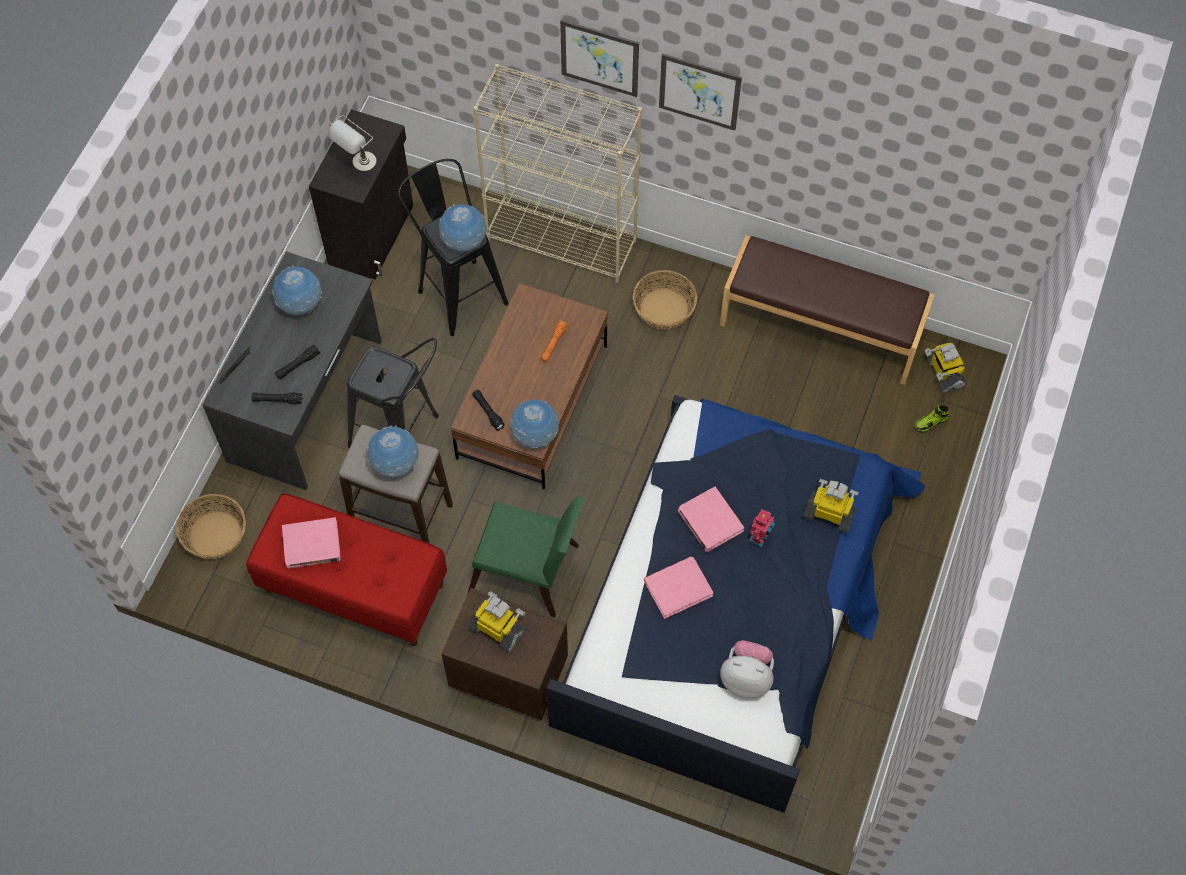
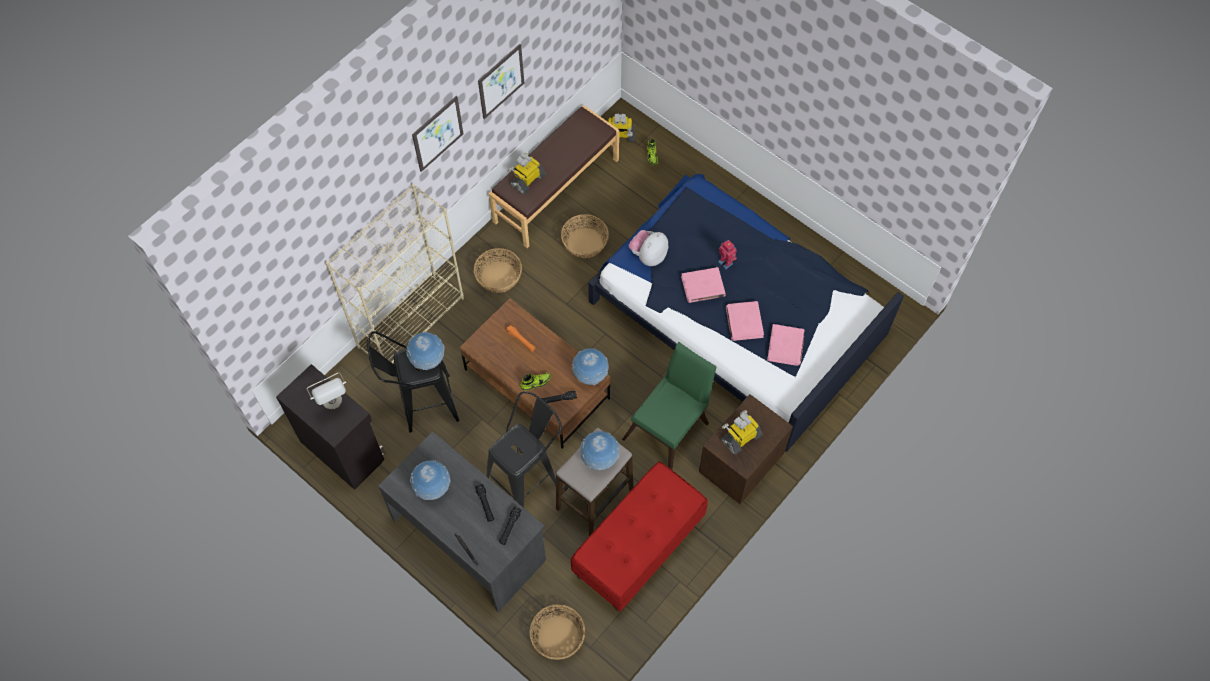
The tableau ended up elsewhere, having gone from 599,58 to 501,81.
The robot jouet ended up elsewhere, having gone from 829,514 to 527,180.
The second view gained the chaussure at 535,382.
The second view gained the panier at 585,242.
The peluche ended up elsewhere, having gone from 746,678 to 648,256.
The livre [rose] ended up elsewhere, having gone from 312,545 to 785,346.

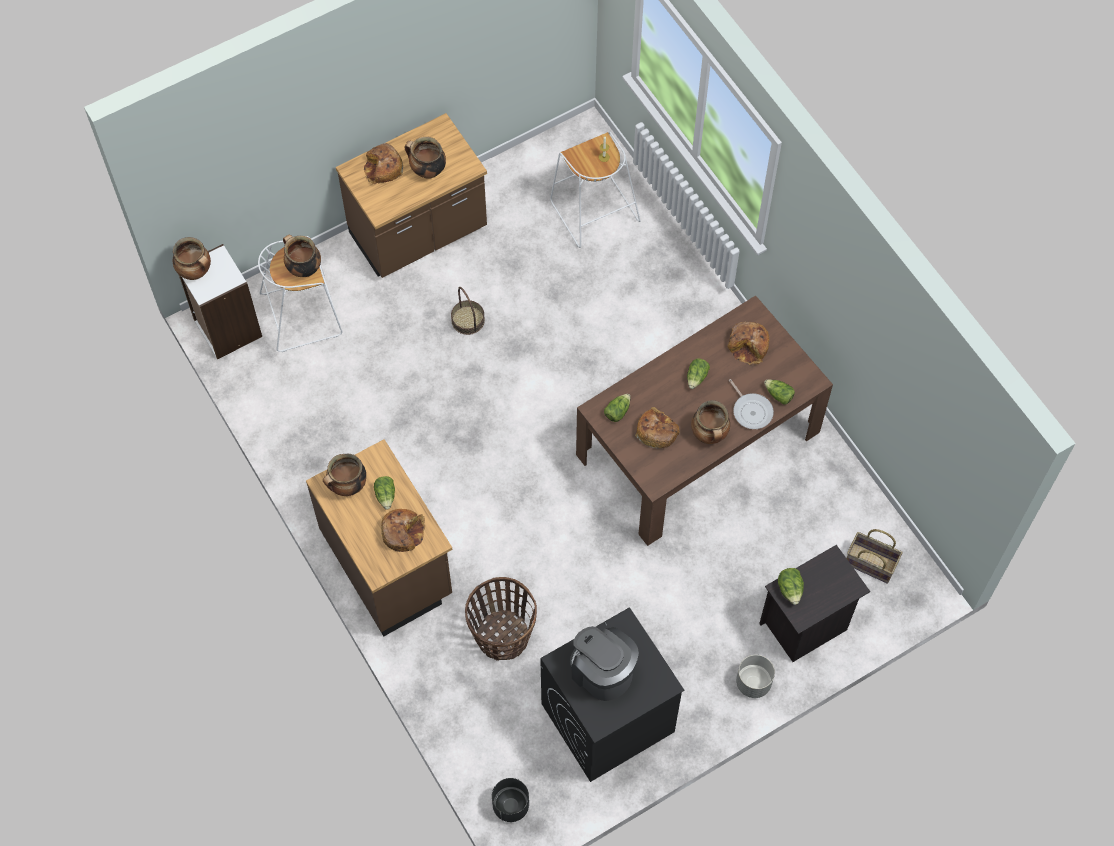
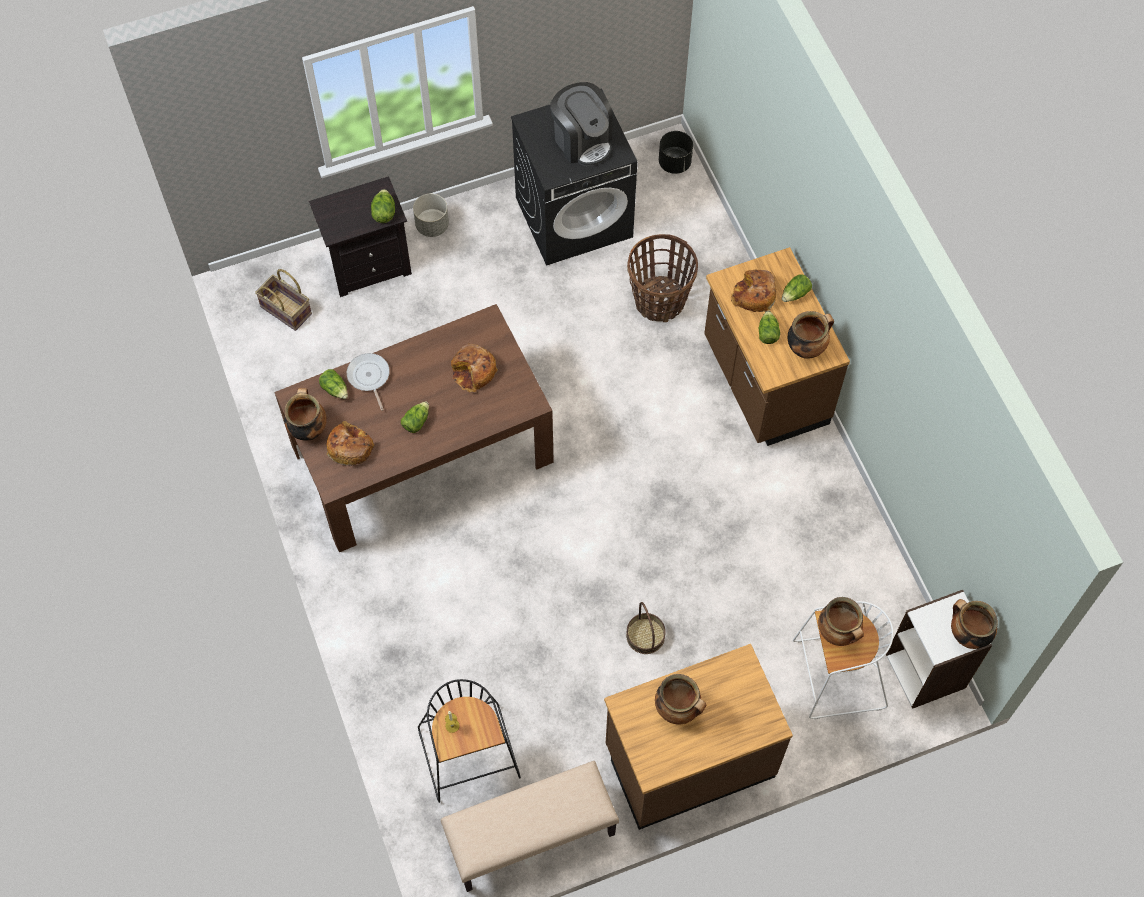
The marmite ended up elsewhere, having gone from 709,434 to 308,429.
What was the tabouret [blanc] at 593,211 turned into the tabouret [noir] at 470,755.
The second view gained the banc [beige] at 530,837.
The laitue ended up elsewhere, having gone from 617,411 to 795,294.
The second view lost the pain at 383,168.

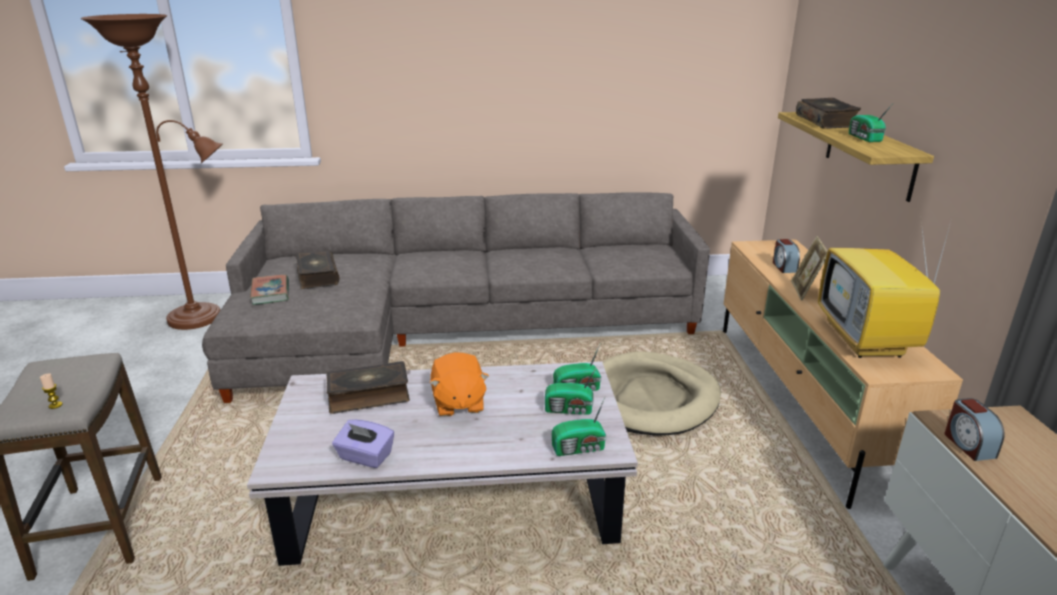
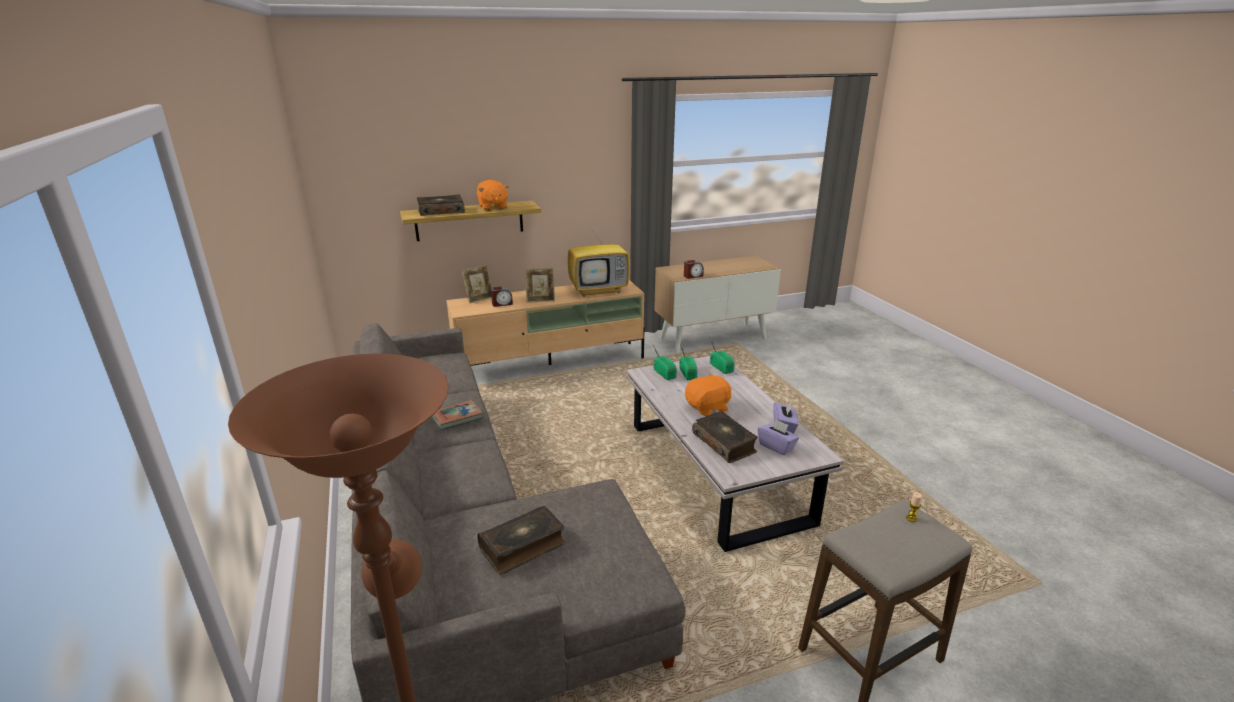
The livre ended up elsewhere, having gone from 270,293 to 457,418.
The second view gained the cadre photo at 479,299.
Where the radio stood at 864,138, the peluche [orange] came to stand at 492,207.
The second view gained the boîte à mouchoirs [violet] at 776,446.
The second view lost the panier pour chien [beige] at 650,398.

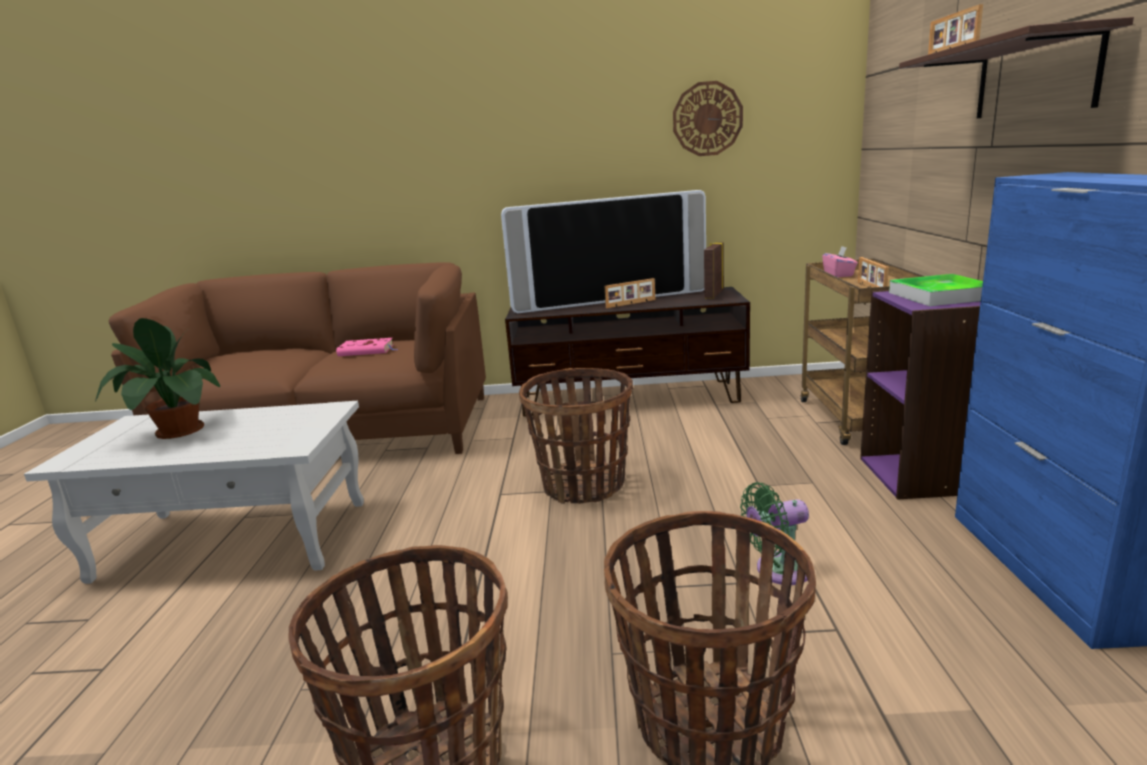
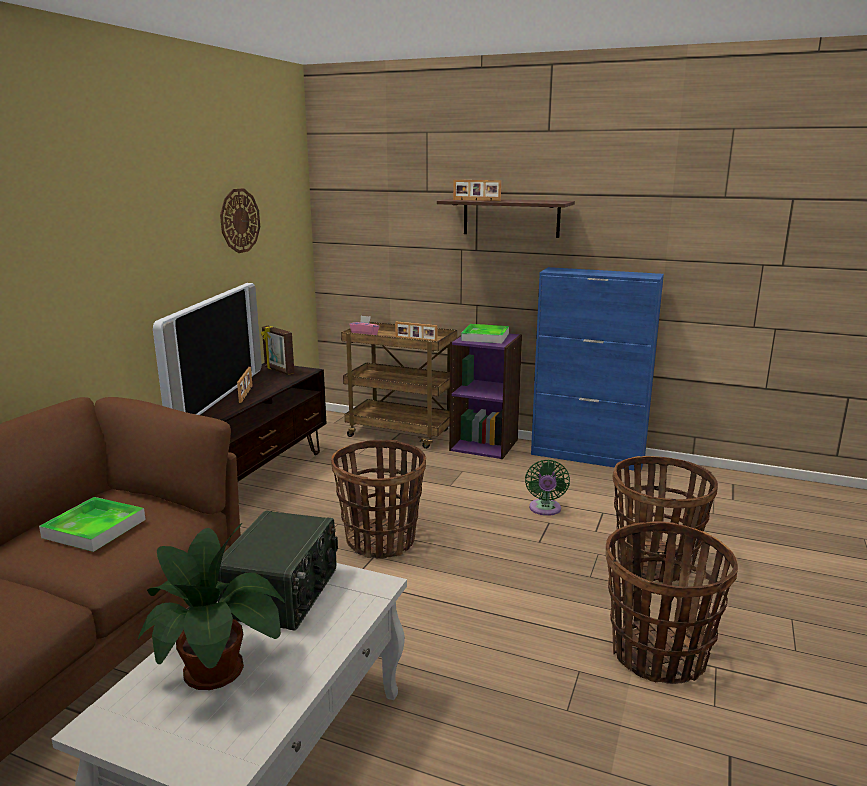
Where the livre [rose] stood at 368,351, the plateau came to stand at 94,528.
The second view gained the radio at 283,594.

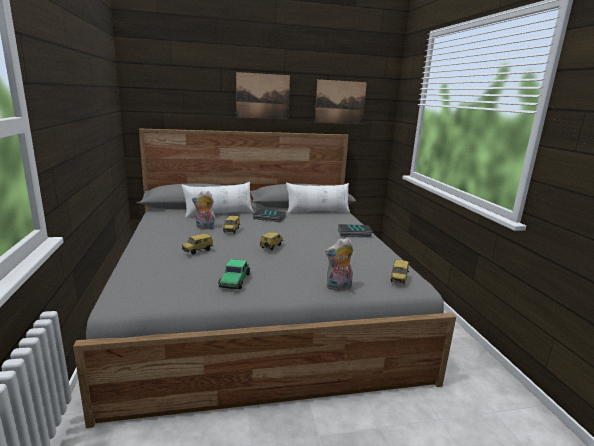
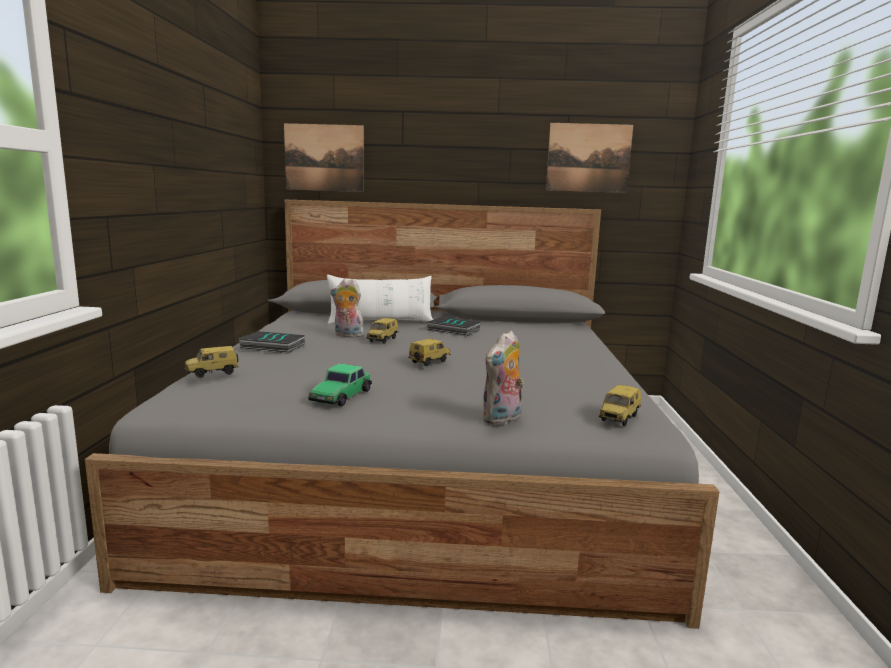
The petite voiture ended up elsewhere, having gone from 198,251 to 212,374.
The livre ended up elsewhere, having gone from 354,233 to 271,347.
The tableau ended up elsewhere, having gone from 262,96 to 324,157.
The peluche at 338,287 ended up facing another way, 45 degrees counterclockwise from before.
The second view lost the coussin [blanc] at 317,211.

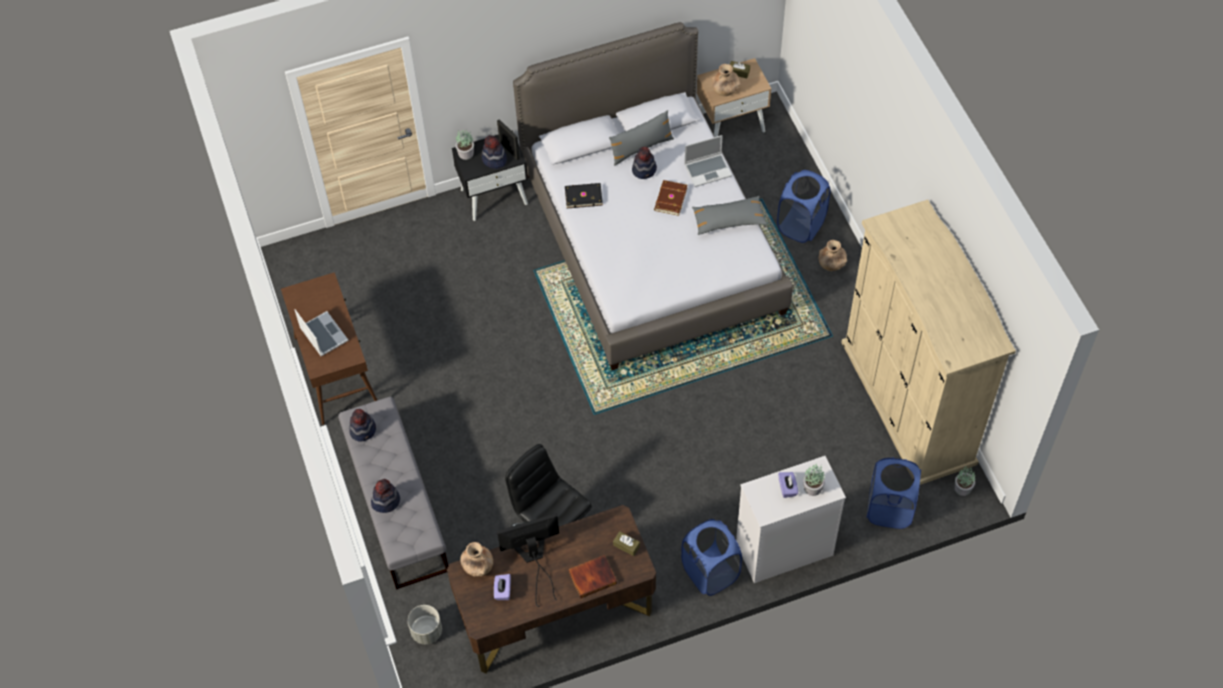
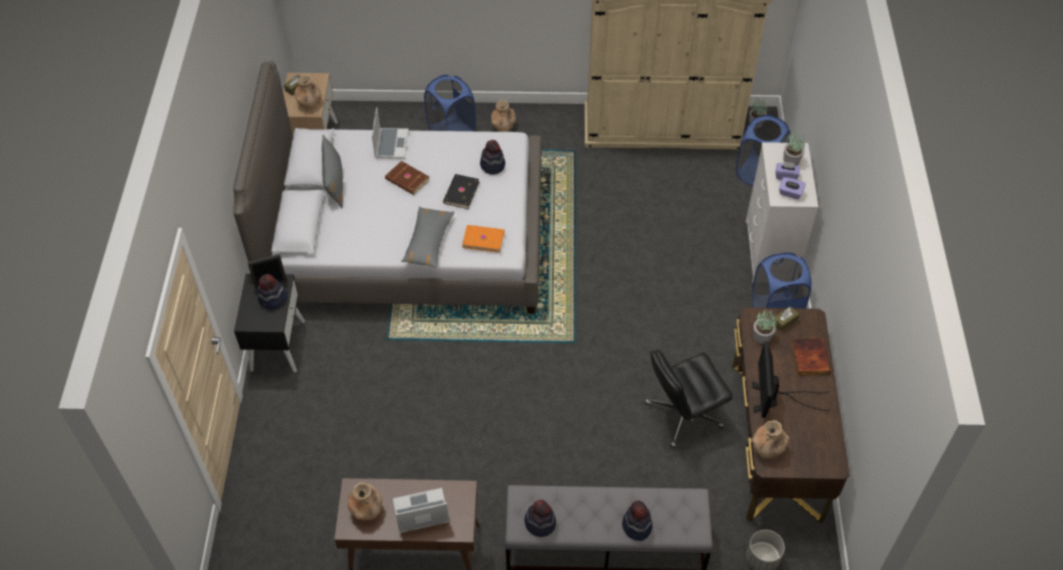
The second view gained the vase [marron] at 366,510.
The coussin [gris] ended up elsewhere, having gone from 728,220 to 428,242.
The livre [noir] ended up elsewhere, having gone from 583,196 to 460,192.
The second view gained the livre [orange] at 483,239.
The chapeau ended up elsewhere, having gone from 644,170 to 492,165.
The plante en pot ended up elsewhere, having gone from 466,154 to 762,336.
The boîte à mouchoirs [violet] ended up elsewhere, having gone from 502,591 to 790,193.

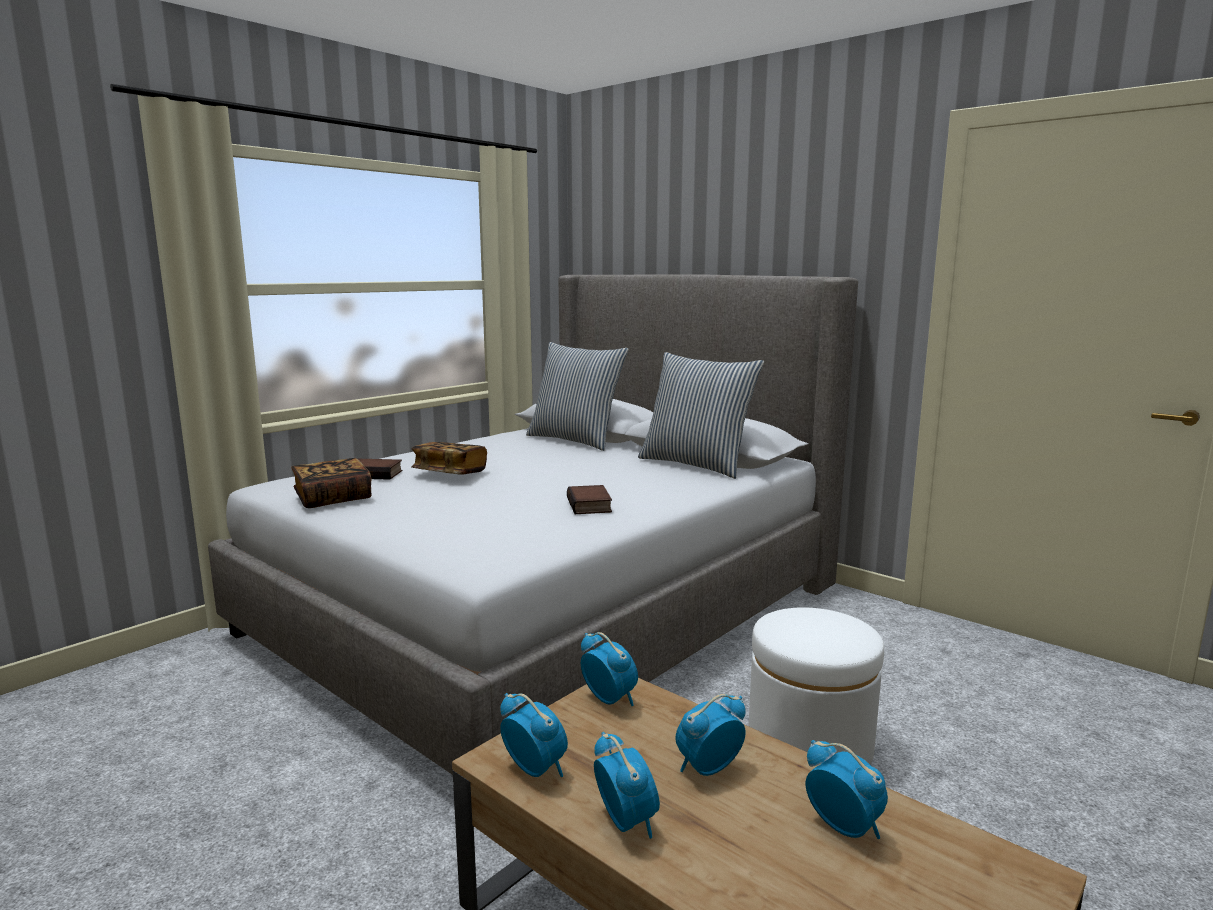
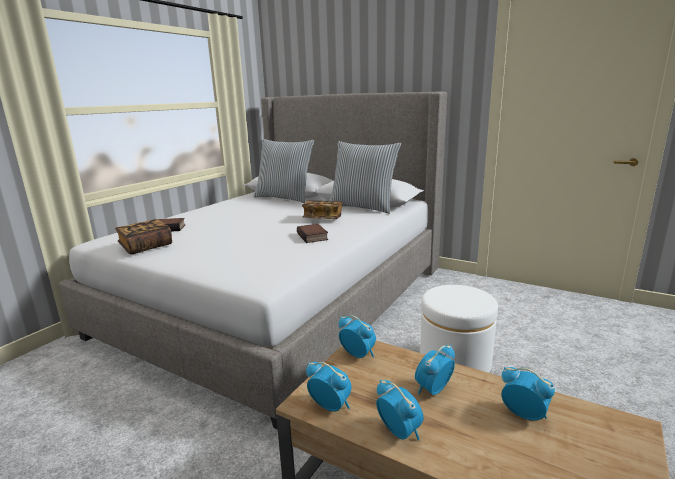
The livre ended up elsewhere, having gone from 450,473 to 322,219.

